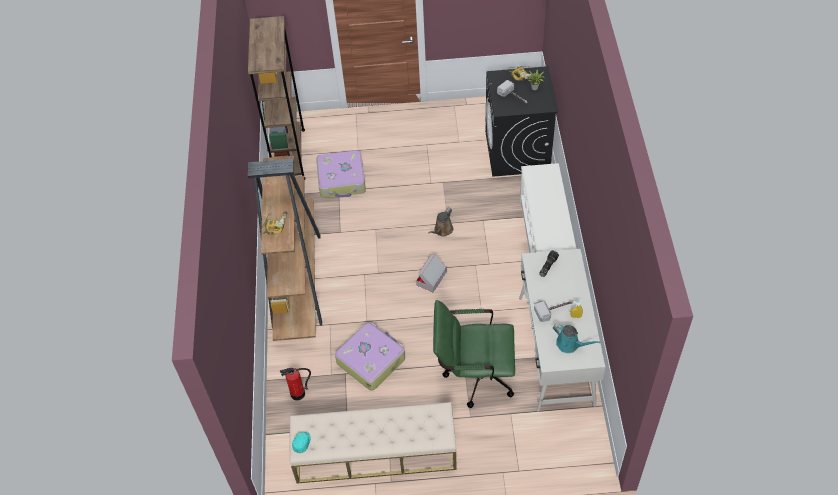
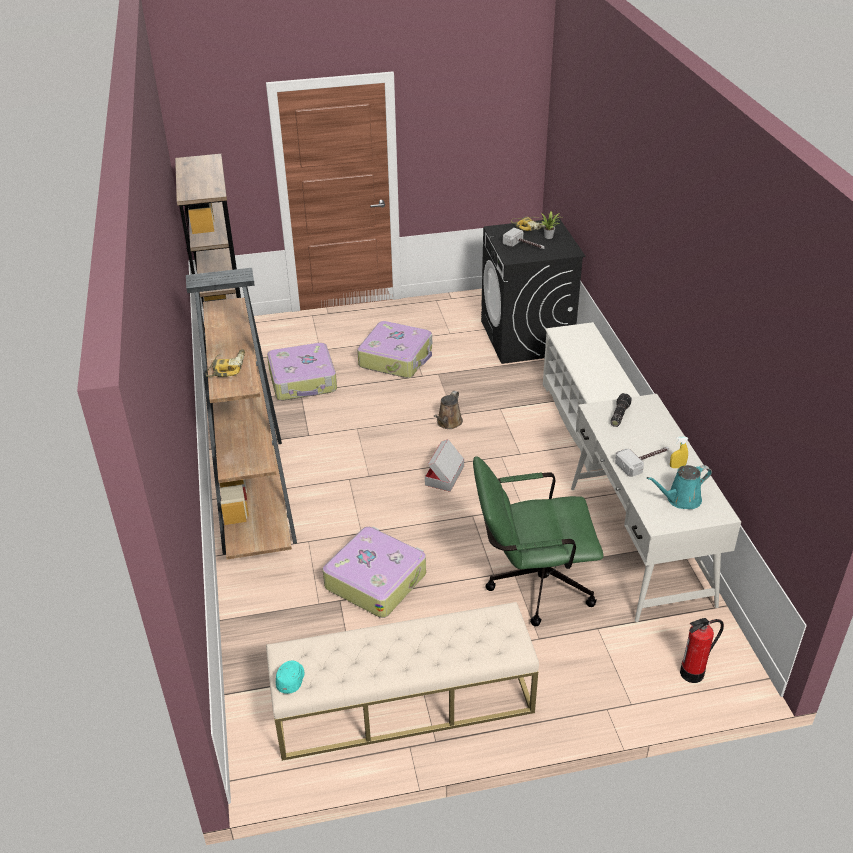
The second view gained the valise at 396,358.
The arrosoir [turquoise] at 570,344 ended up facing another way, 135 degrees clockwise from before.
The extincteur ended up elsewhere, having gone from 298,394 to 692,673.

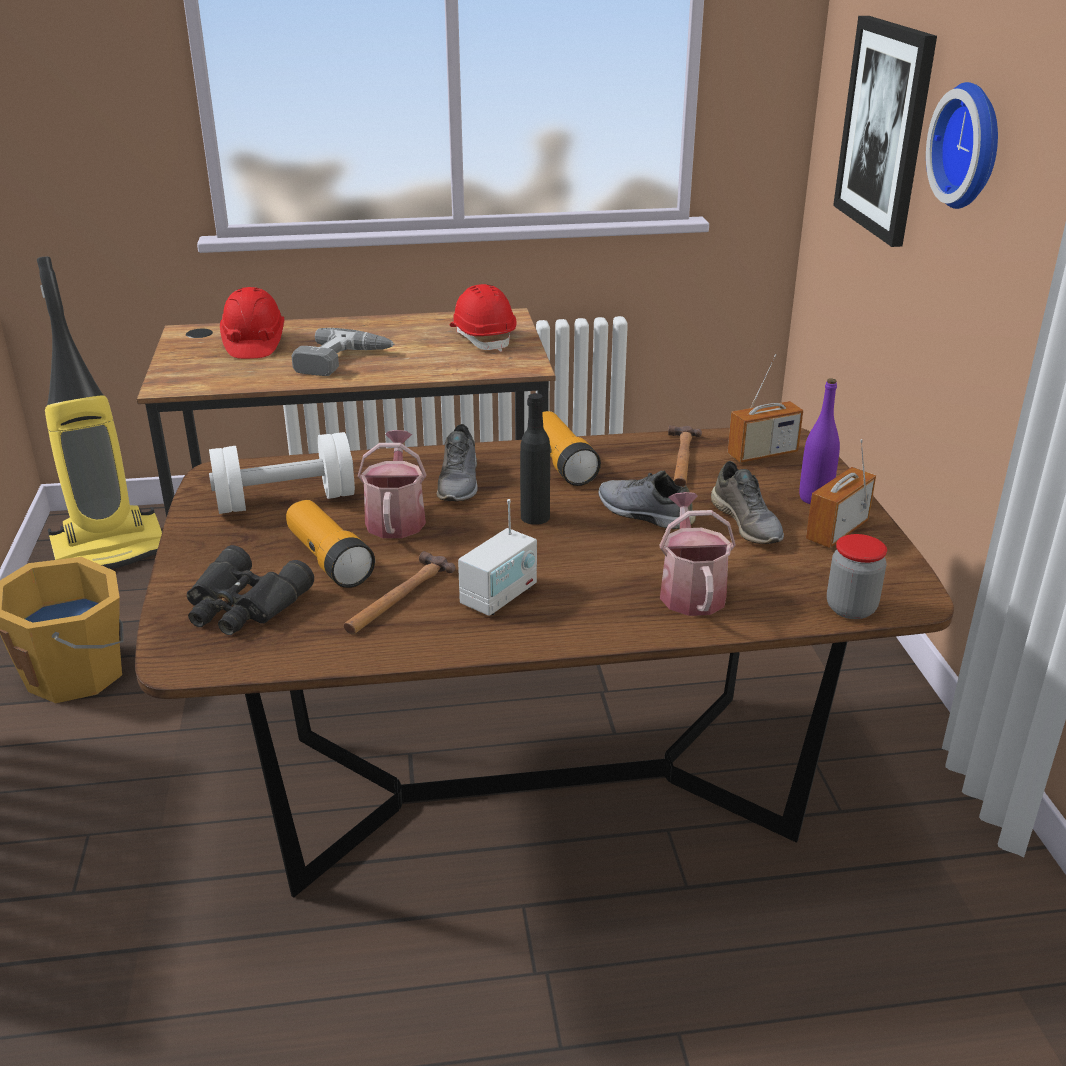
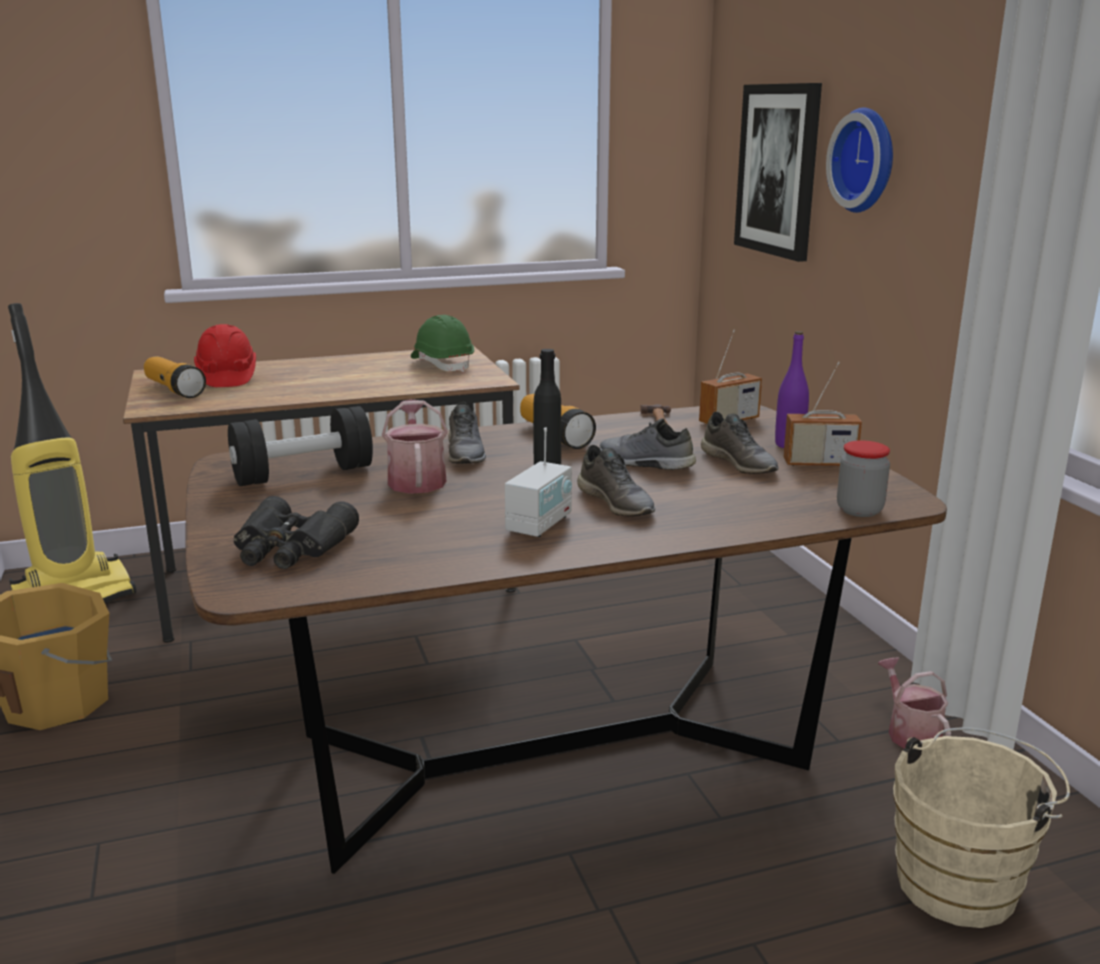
The lampe de poche ended up elsewhere, having gone from 329,560 to 174,390.
What was the haltère [blanc] at 285,501 turned into the haltère [noir] at 303,474.
What was the casque de chantier [rouge] at 483,338 turned into the casque de chantier [vert] at 442,364.
The second view gained the chaussure [gris] at 617,503.
The radio at 837,531 ended up facing another way, 120 degrees counterclockwise from before.
The arrosoir ended up elsewhere, having gone from 690,590 to 910,732.
The second view gained the seau [beige] at 962,882.
The second view lost the perceuse at 343,361.
The second view lost the marteau at 397,597.

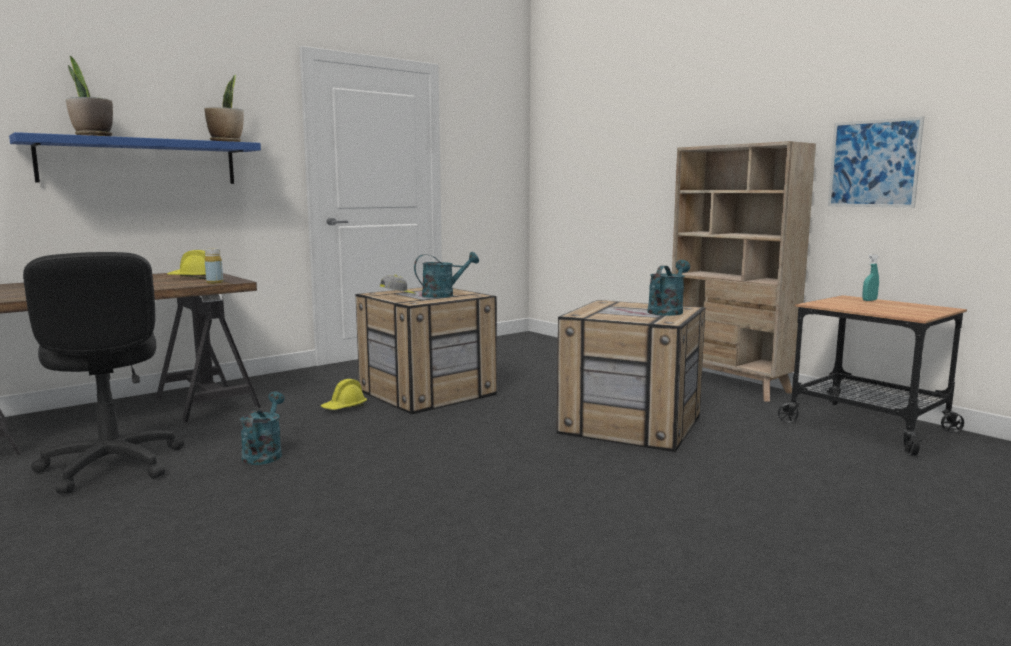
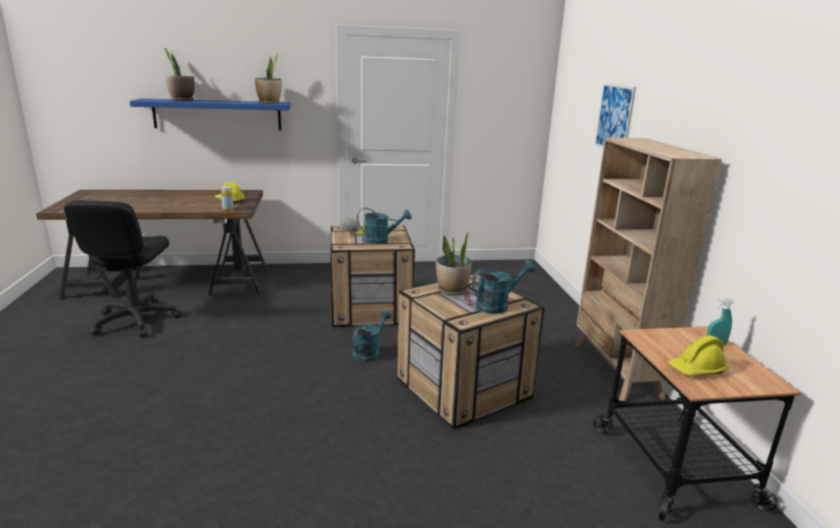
The arrosoir [turquoise] ended up elsewhere, having gone from 264,454 to 369,352.
The second view gained the plante en pot at 452,290.
The tableau ended up elsewhere, having gone from 873,163 to 614,118.
The casque de chantier [jaune] ended up elsewhere, having gone from 344,407 to 696,369.

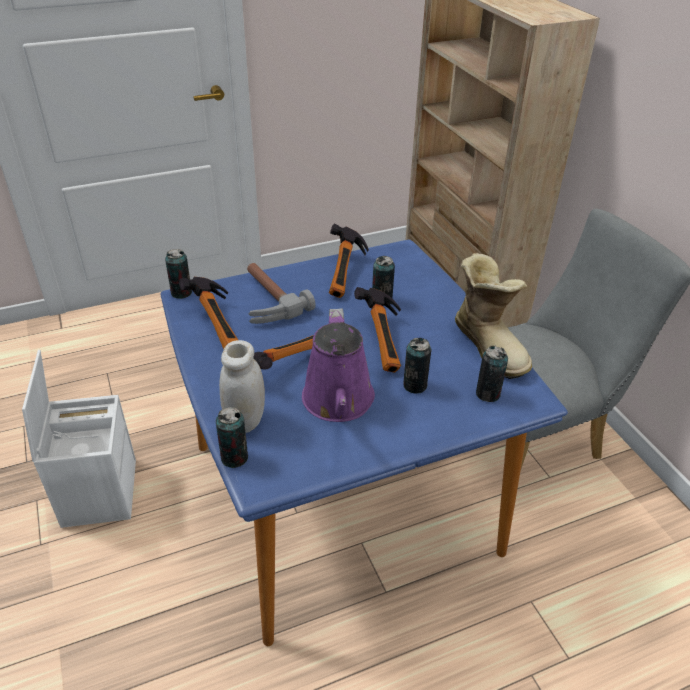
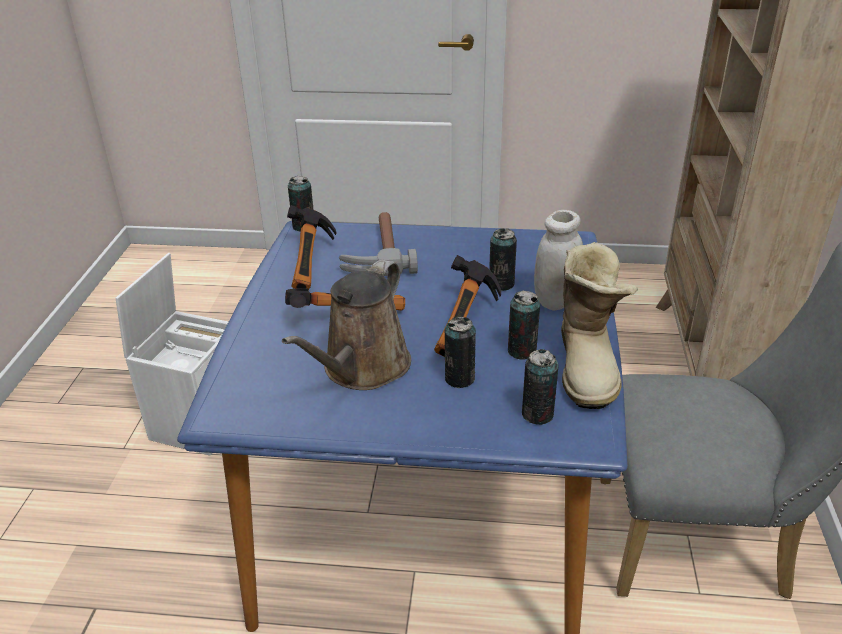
What was the arrosoir [violet] at 338,402 turned into the arrosoir [marron] at 362,369.
The boîte métallique ended up elsewhere, having gone from 234,458 to 521,351.
The bocal [blanc] ended up elsewhere, having gone from 245,420 to 555,301.
The second view lost the marteau at 347,274.

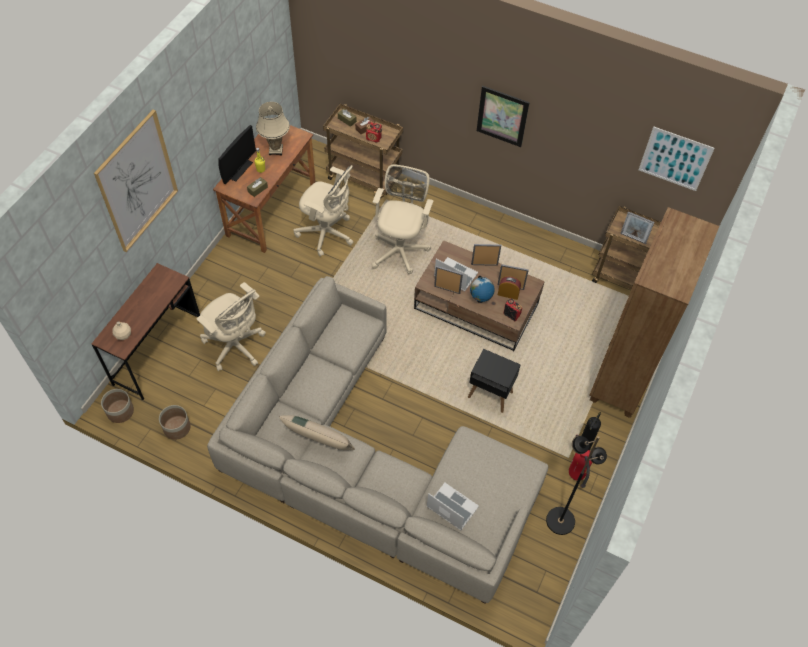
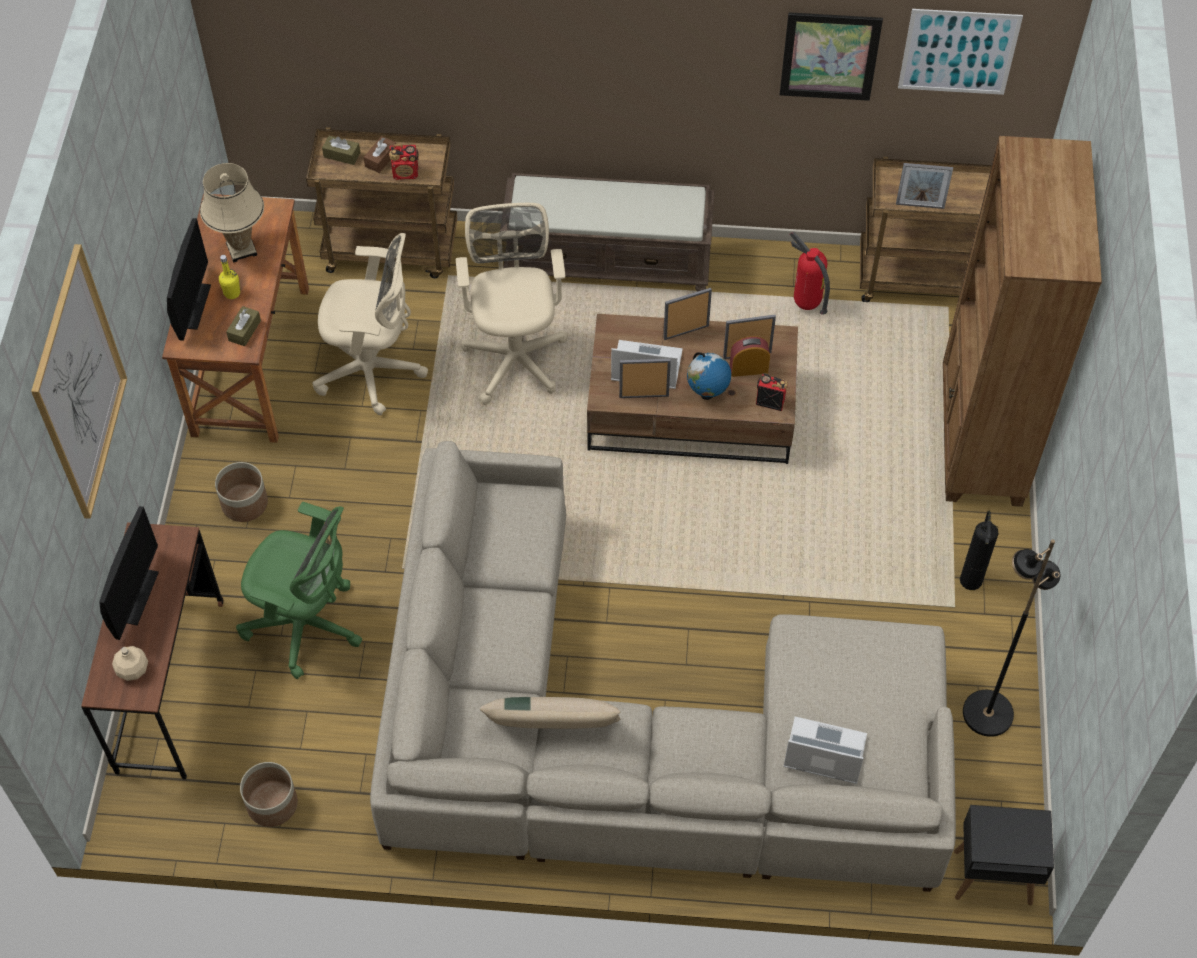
The second view gained the écran d'ordinateur at 134,595.
The cache-pot ended up elsewhere, having gone from 120,411 to 244,503.
What was the chaise de bureau [beige] at 236,346 turned into the chaise de bureau [vert] at 307,625.
The second view gained the banc [marron] at 609,260.
The tableau ended up elsewhere, having gone from 502,116 to 829,56.
The extincteur ended up elsewhere, having gone from 575,475 to 805,304.
The table d'appoint [noir] ended up elsewhere, having gone from 489,394 to 991,877.

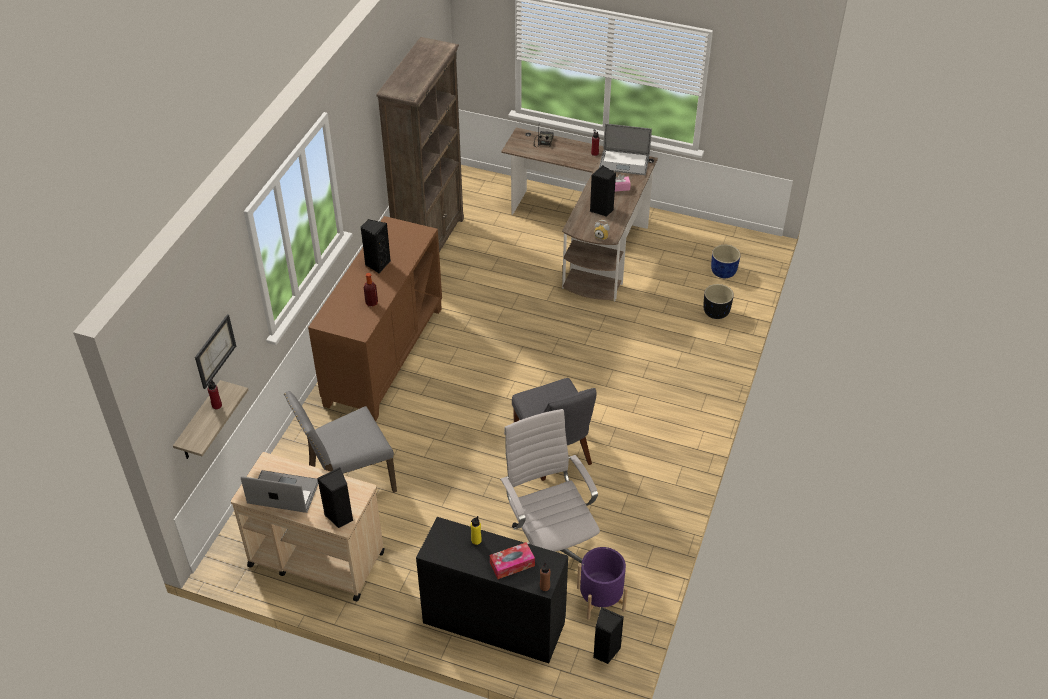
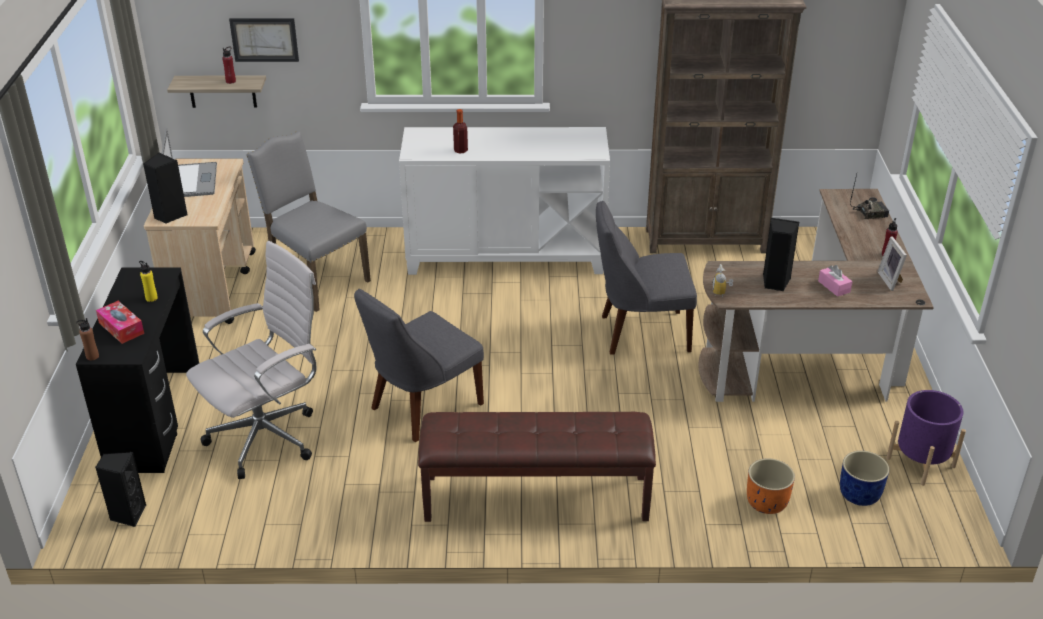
What was the meuble de rangement [marron] at 383,355 turned into the meuble de rangement [blanc] at 506,255.
The second view gained the banc [marron] at 535,498.
The second view gained the chaise [gris] at 640,333.
What was the cache-pot [noir] at 716,312 turned into the cache-pot [orange] at 767,503.
Where the ordinateur portable stood at 624,162, the cadre photo came to stand at 891,280.
The cache-pot [violet] ended up elsewhere, having gone from 600,599 to 920,462.
The second view lost the enceinte [noir] at 377,264.

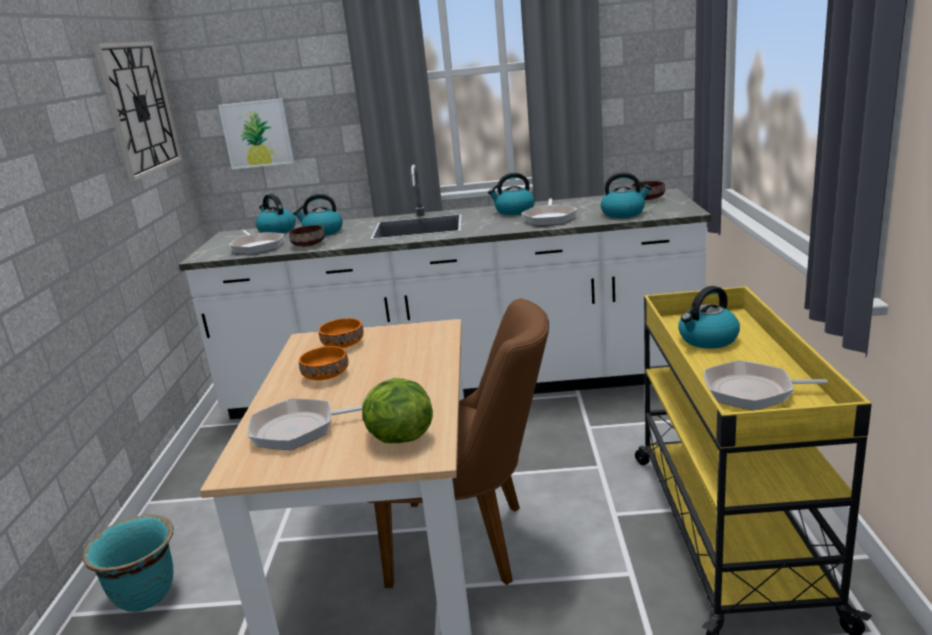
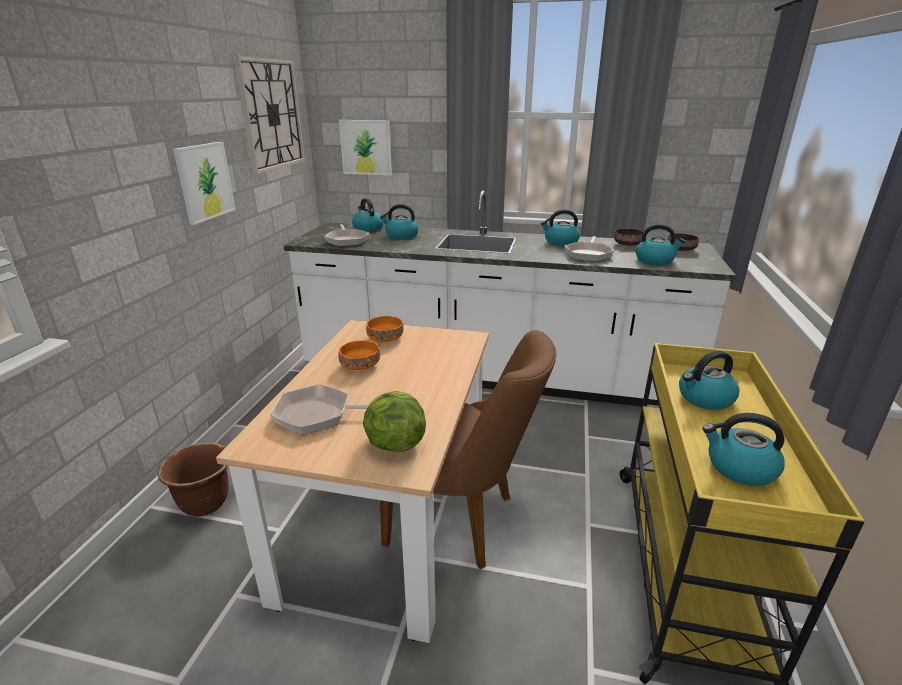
What was the cache-pot [turquoise] at 146,594 turned into the cache-pot [marron] at 206,503.
The second view gained the tableau at 205,182.
The bol [marron] ended up elsewhere, having gone from 307,245 to 626,244.
Where the poêle stood at 755,392, the bouilloire came to stand at 739,468.

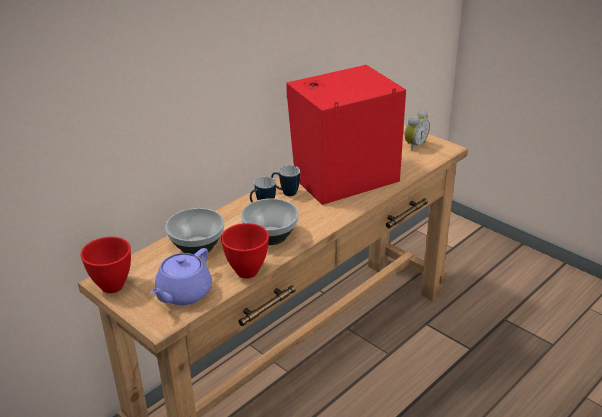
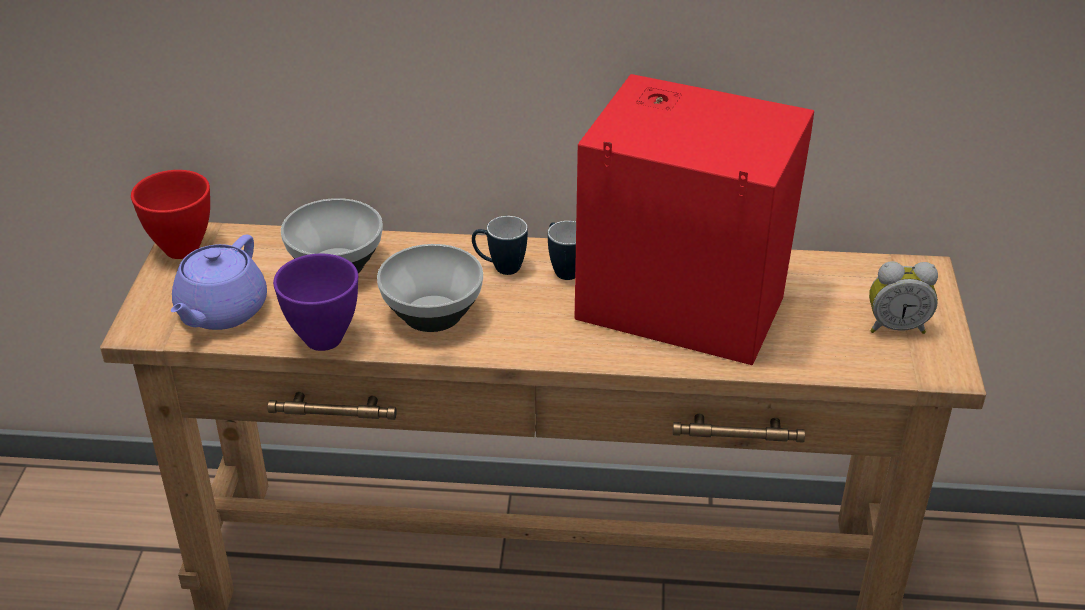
The théière [violet] at 183,293 ended up facing another way, 60 degrees counterclockwise from before.
What was the bol [rouge] at 247,272 turned into the bol [violet] at 322,340.

